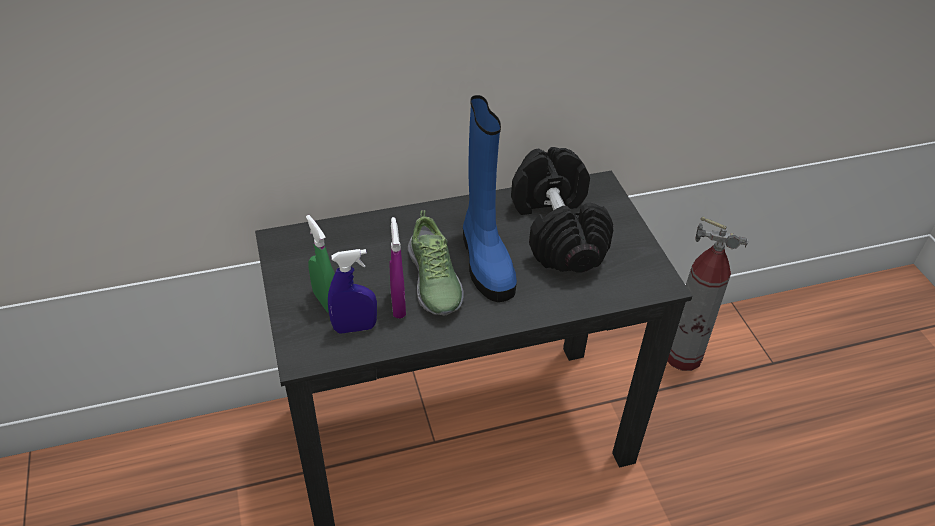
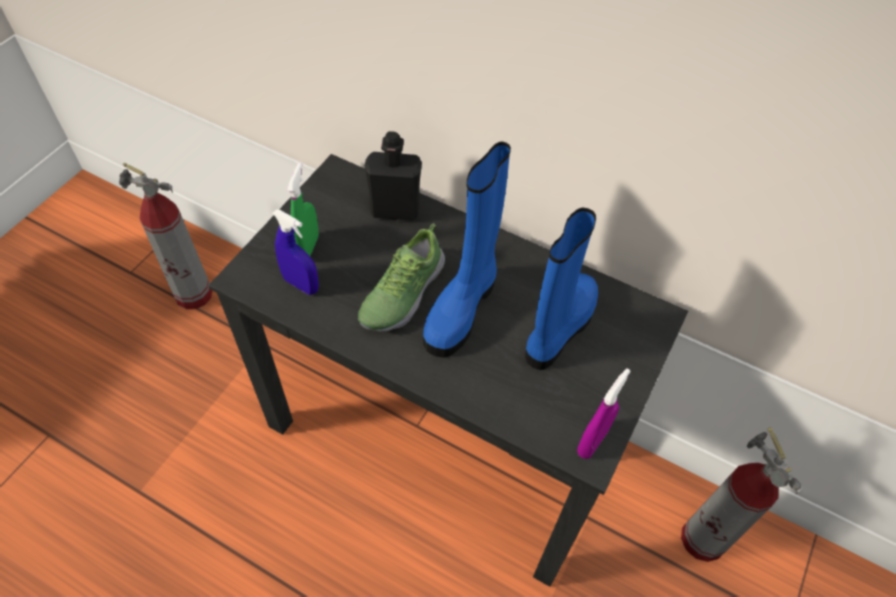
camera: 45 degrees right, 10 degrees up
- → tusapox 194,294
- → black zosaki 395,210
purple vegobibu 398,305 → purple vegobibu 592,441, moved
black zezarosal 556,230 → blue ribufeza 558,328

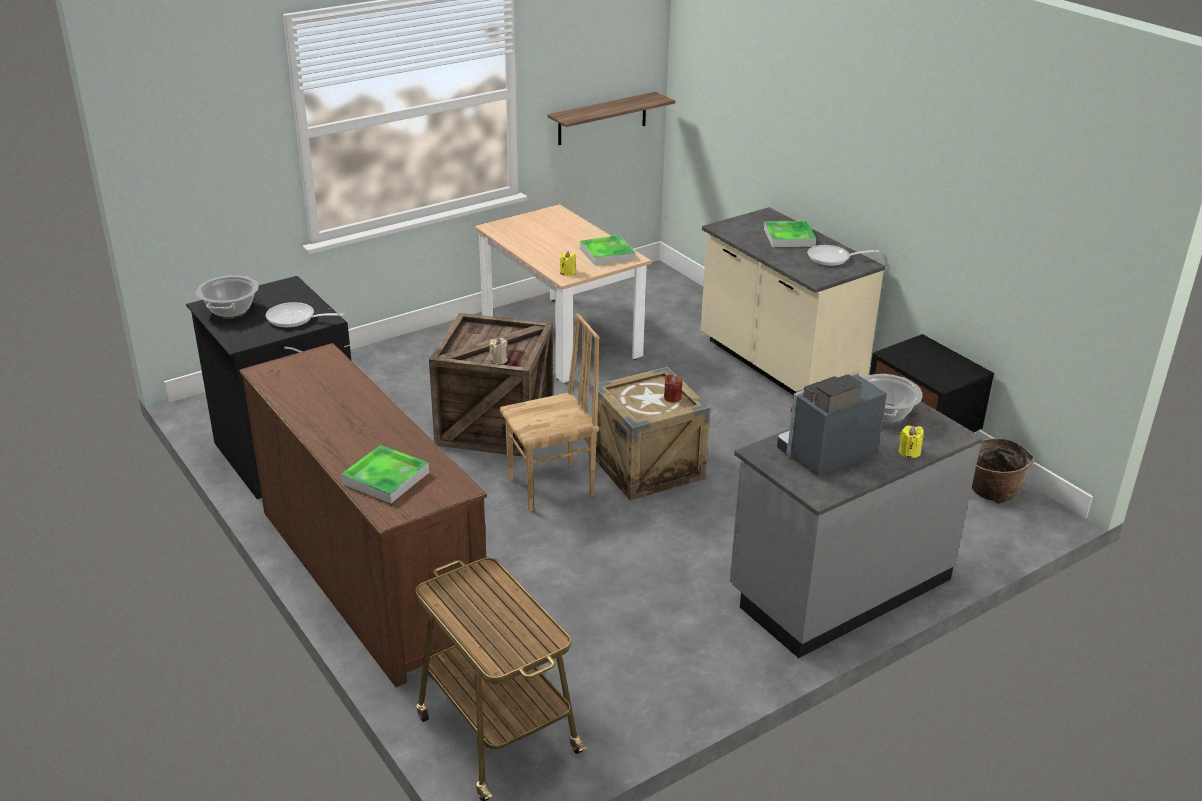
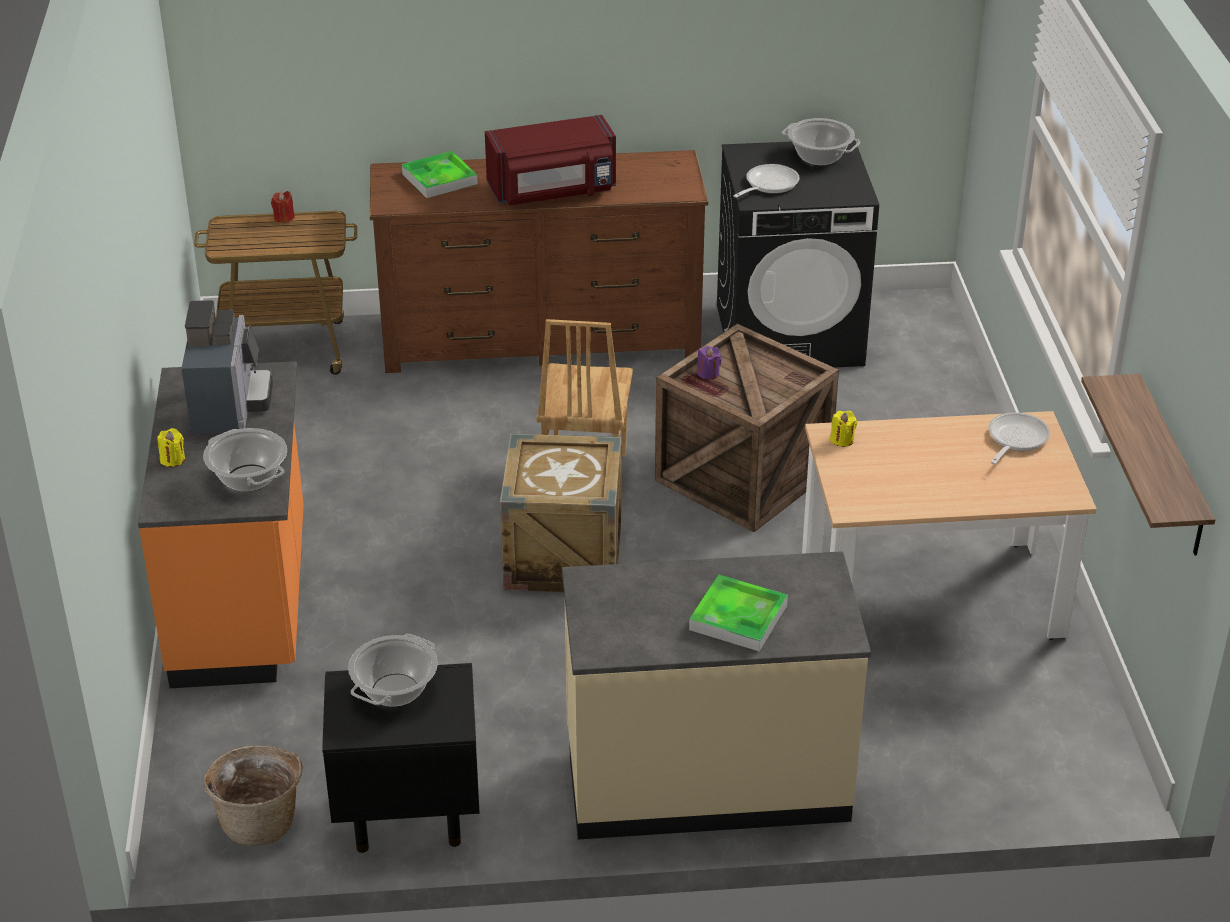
camera: 120 degrees right, 5 degrees up
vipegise 607,254 → -
- → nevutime 395,691
- → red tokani 553,191
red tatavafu 672,398 → red tatavafu 284,218, moved
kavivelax 832,258 → kavivelax 1015,439, moved
beige tatavafu 499,360 → purple tatavafu 708,373
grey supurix 838,586 → orange supurix 244,601

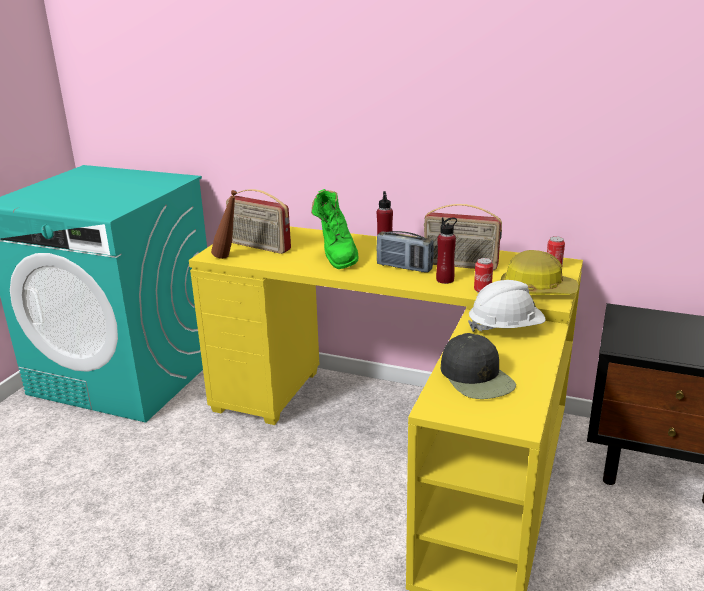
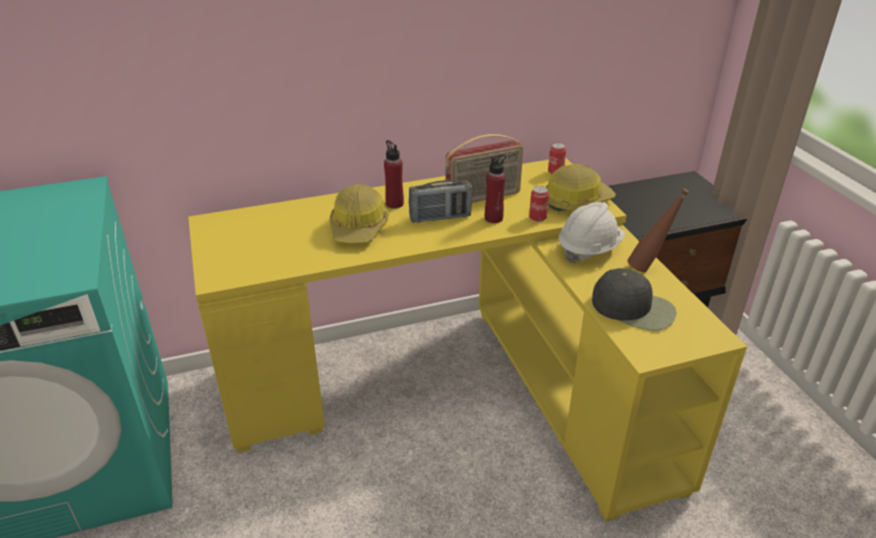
camera: 40 degrees left, 10 degrees up
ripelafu 259,246 → -
brown zosaki 228,258 → brown zosaki 649,267, moved
green ribufeza 337,256 → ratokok 359,228

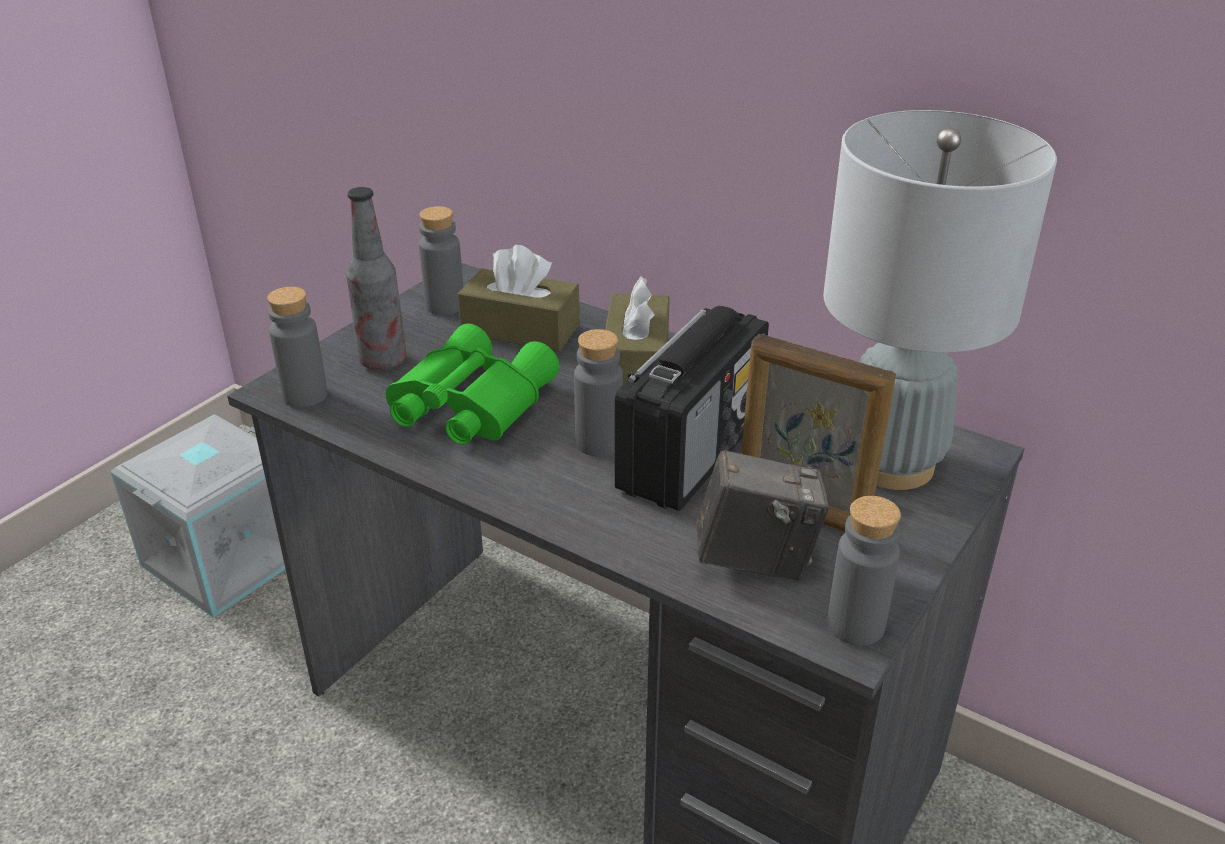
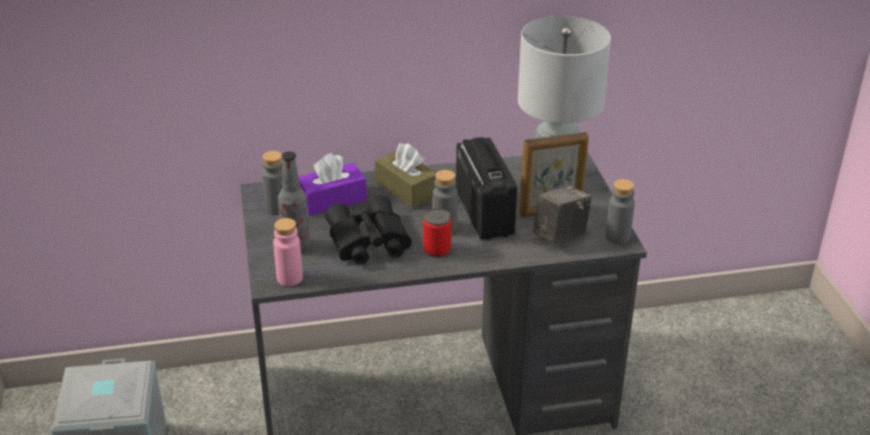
camera: 45 degrees left, 0 degrees up
- → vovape 437,250
grey zosaki 305,395 → pink zosaki 289,278
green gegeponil 467,404 → black gegeponil 367,242
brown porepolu 520,329 → purple porepolu 332,200

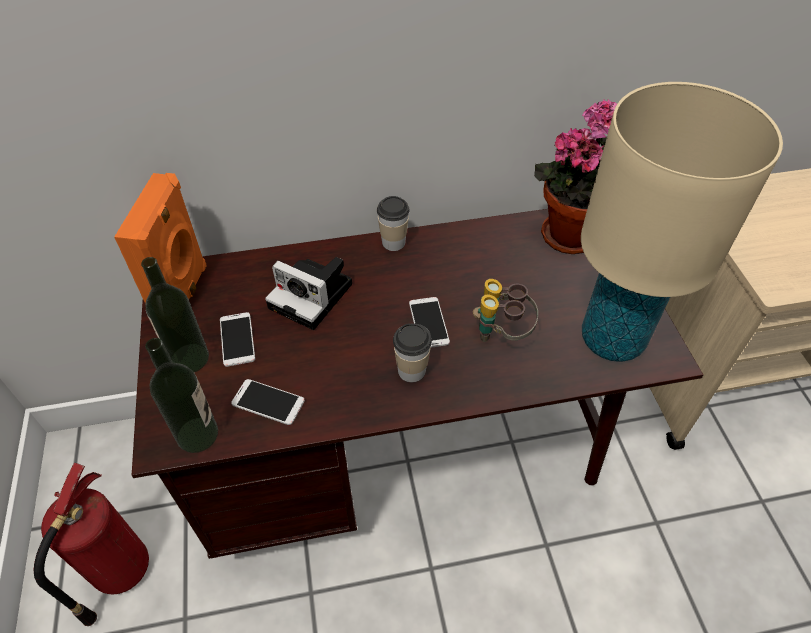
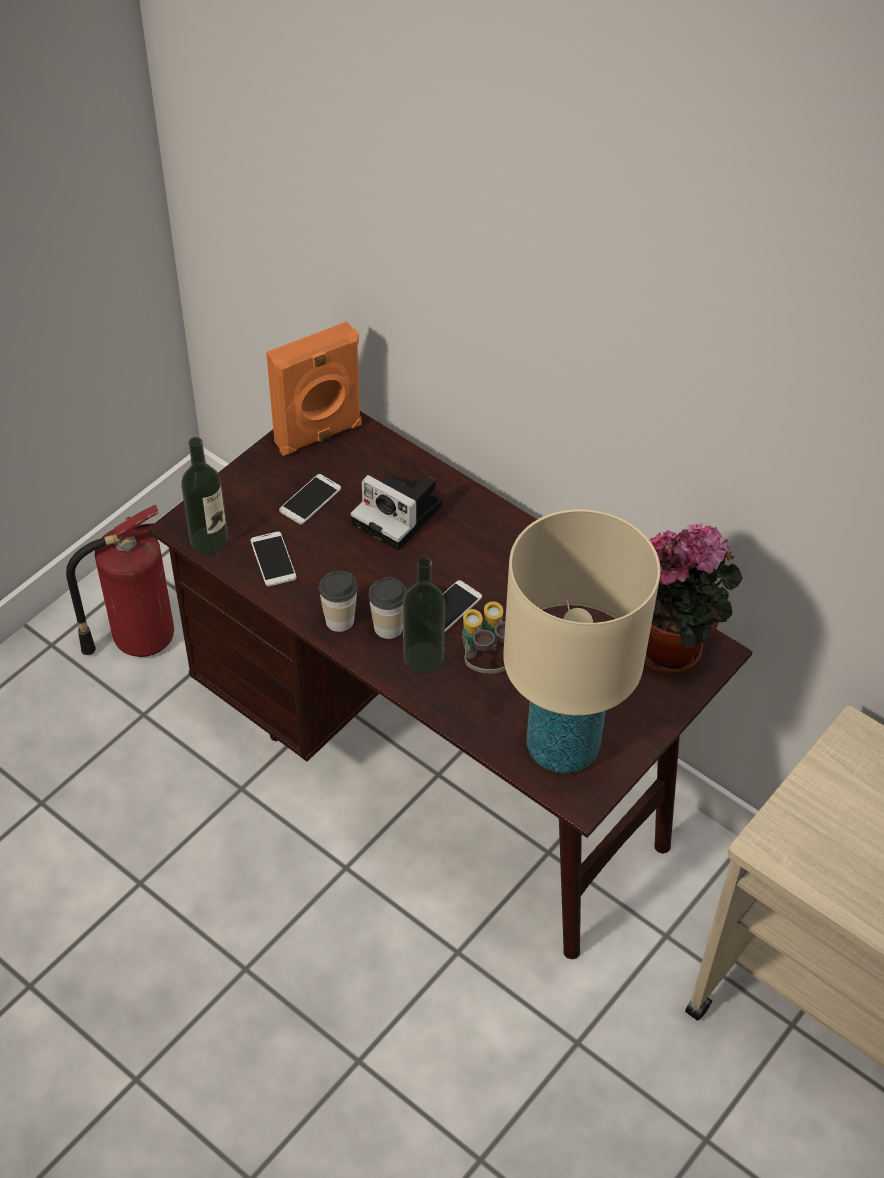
camera: 50 degrees right, 0 degrees up
zosaki 190,358 → zosaki 423,657, moved
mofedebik 393,242 → mofedebik 340,620, moved
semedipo 314,296 → semedipo 400,515, 45 degrees counterclockwise

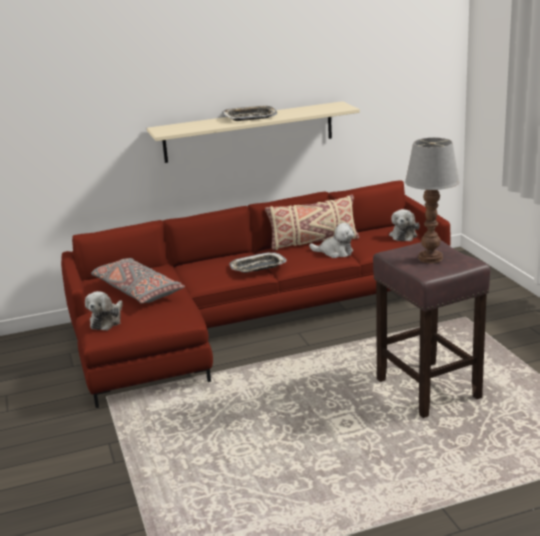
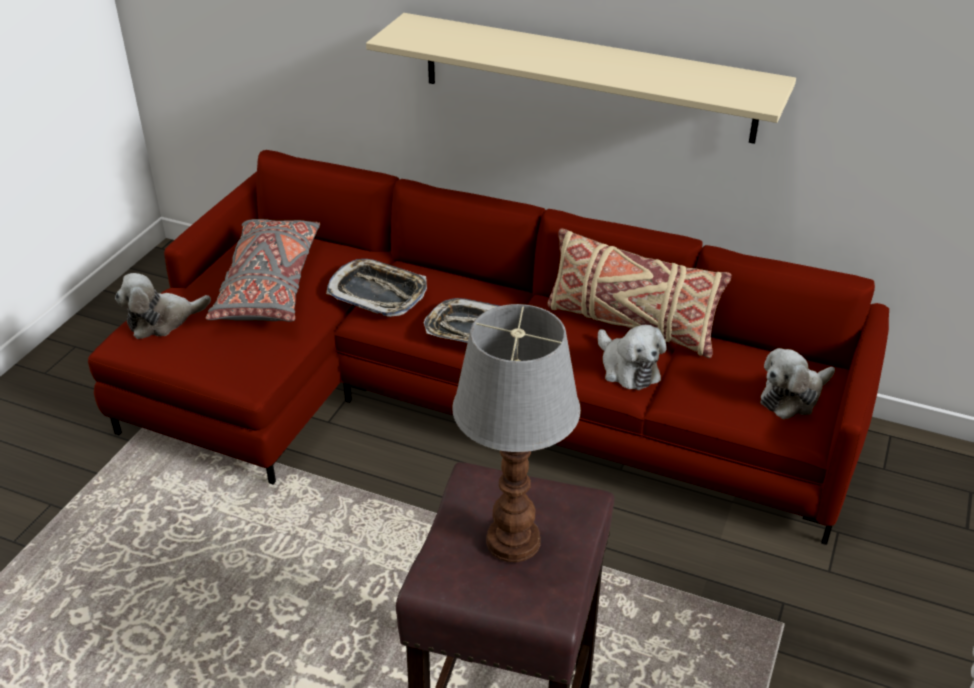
camera: 40 degrees right, 15 degrees up
vipegise 249,117 → vipegise 378,293, moved

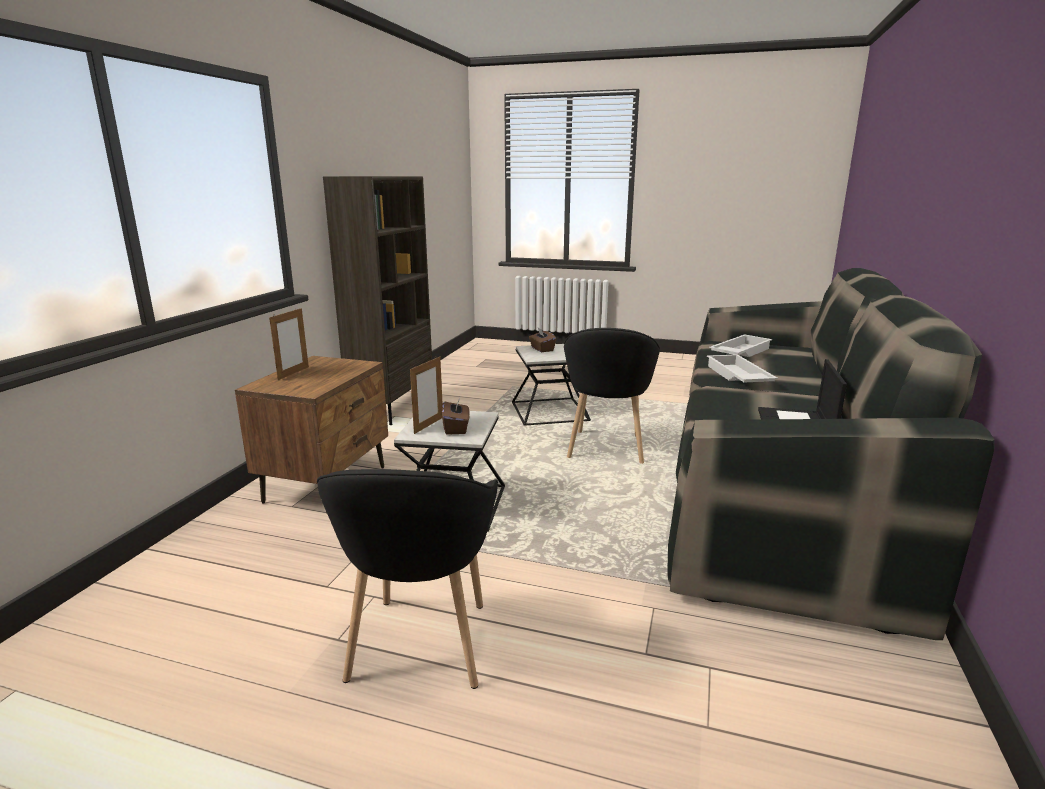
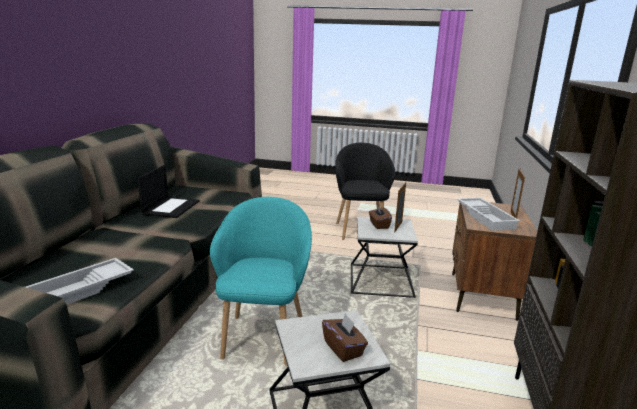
camera: 175 degrees right, 0 degrees up
white vipegise 737,376 → white vipegise 486,217, moved
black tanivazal 606,449 → turquoise tanivazal 263,337

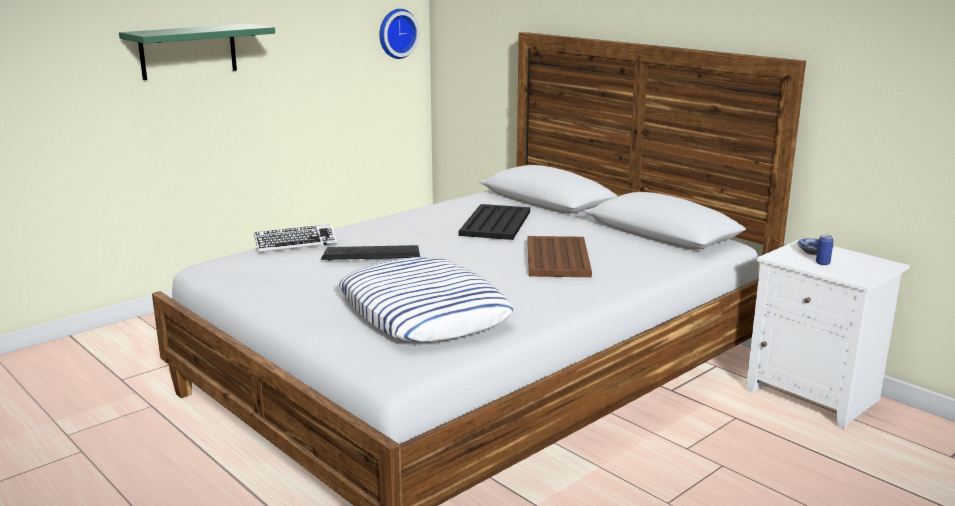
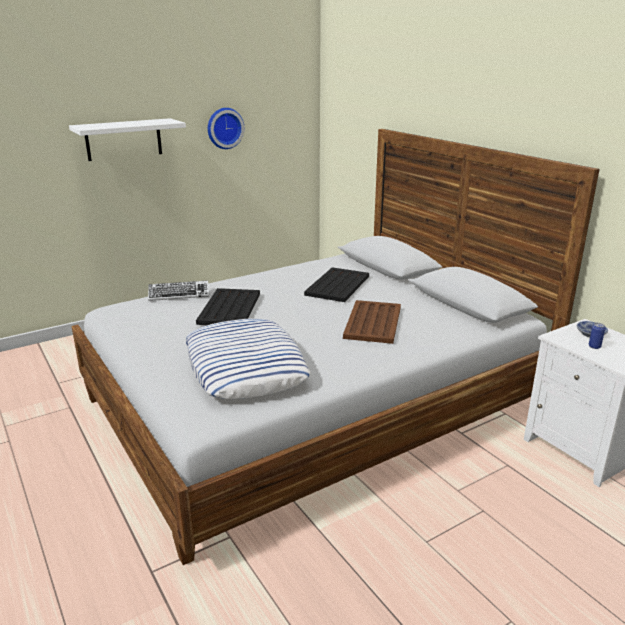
camera: 10 degrees right, 5 degrees up
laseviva 396,33 → laseviva 224,128, moved
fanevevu 371,254 → black vipegise 229,308
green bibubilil 188,51 → white bibubilil 124,139

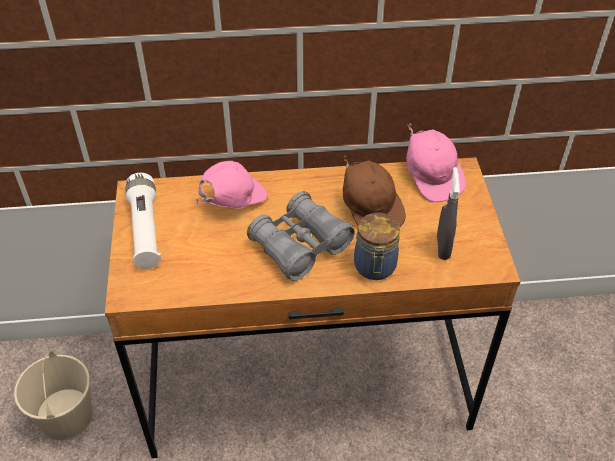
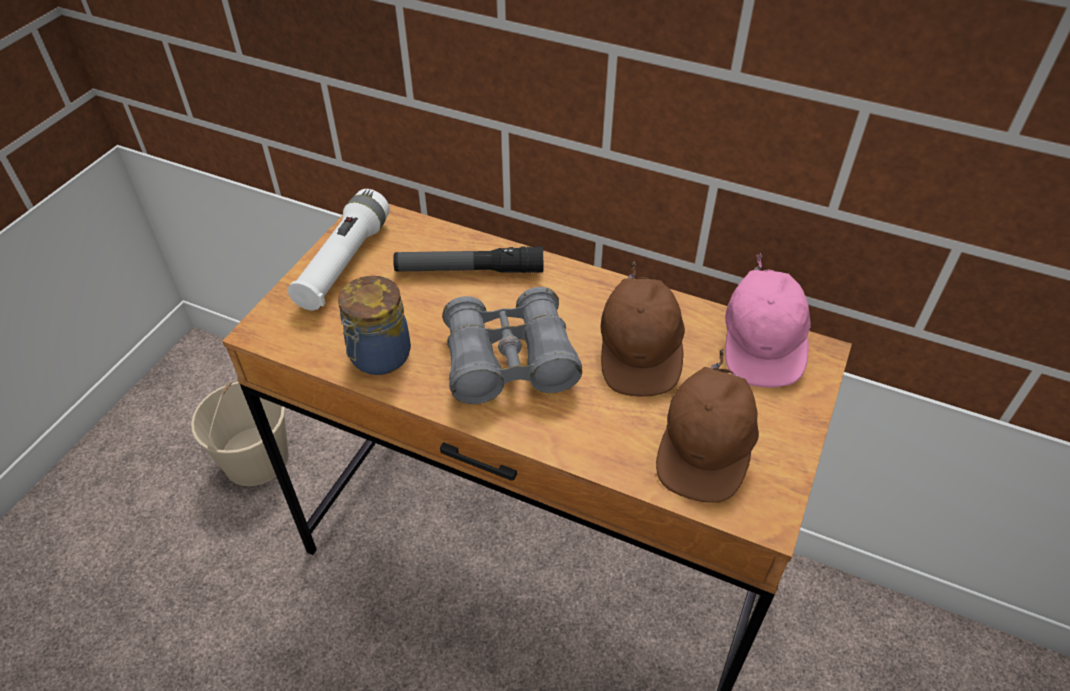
camera: 30 degrees right, 0 degrees up
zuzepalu 375,267 → zuzepalu 378,357, moved
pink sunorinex 232,201 → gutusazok 469,270
grey vegobibu 443,247 → brown sunorinex 705,450

